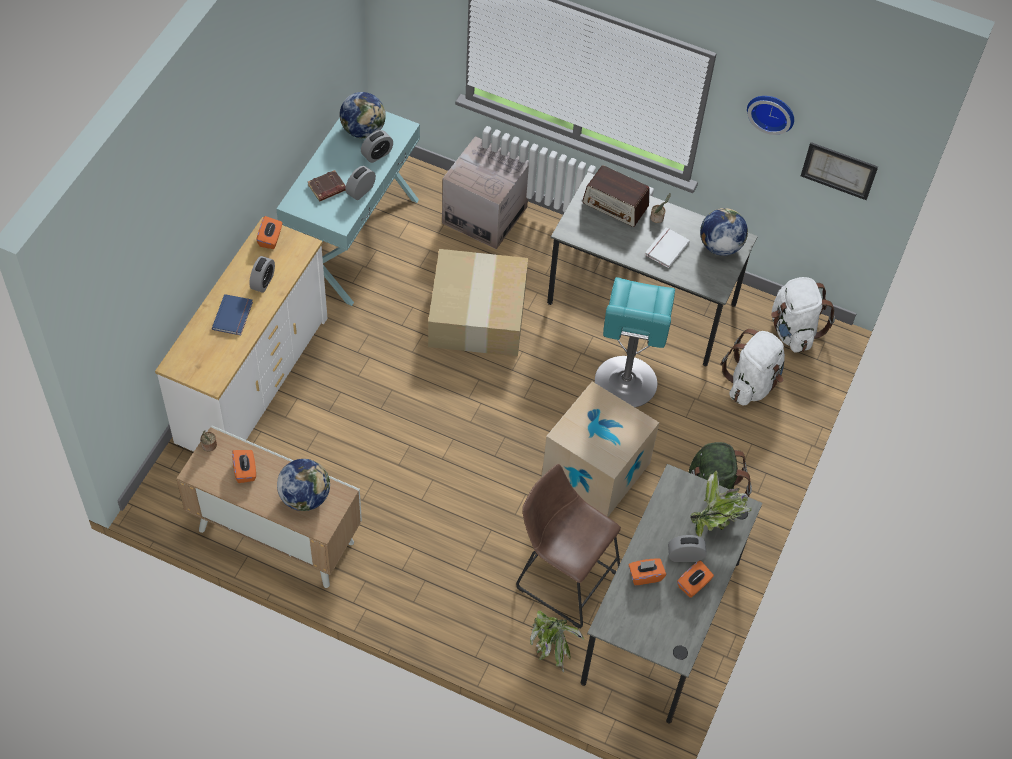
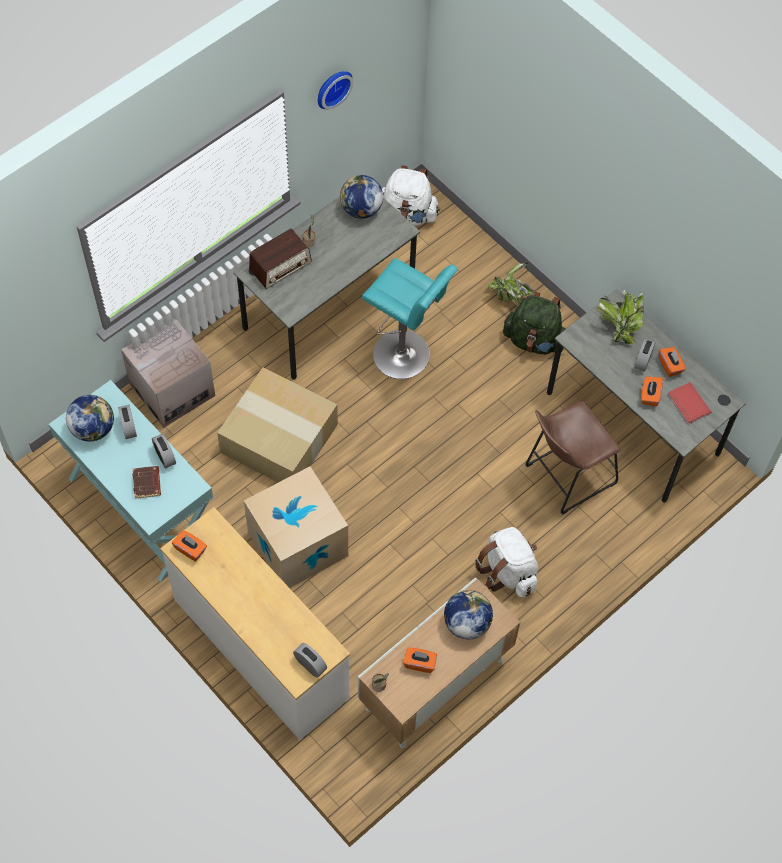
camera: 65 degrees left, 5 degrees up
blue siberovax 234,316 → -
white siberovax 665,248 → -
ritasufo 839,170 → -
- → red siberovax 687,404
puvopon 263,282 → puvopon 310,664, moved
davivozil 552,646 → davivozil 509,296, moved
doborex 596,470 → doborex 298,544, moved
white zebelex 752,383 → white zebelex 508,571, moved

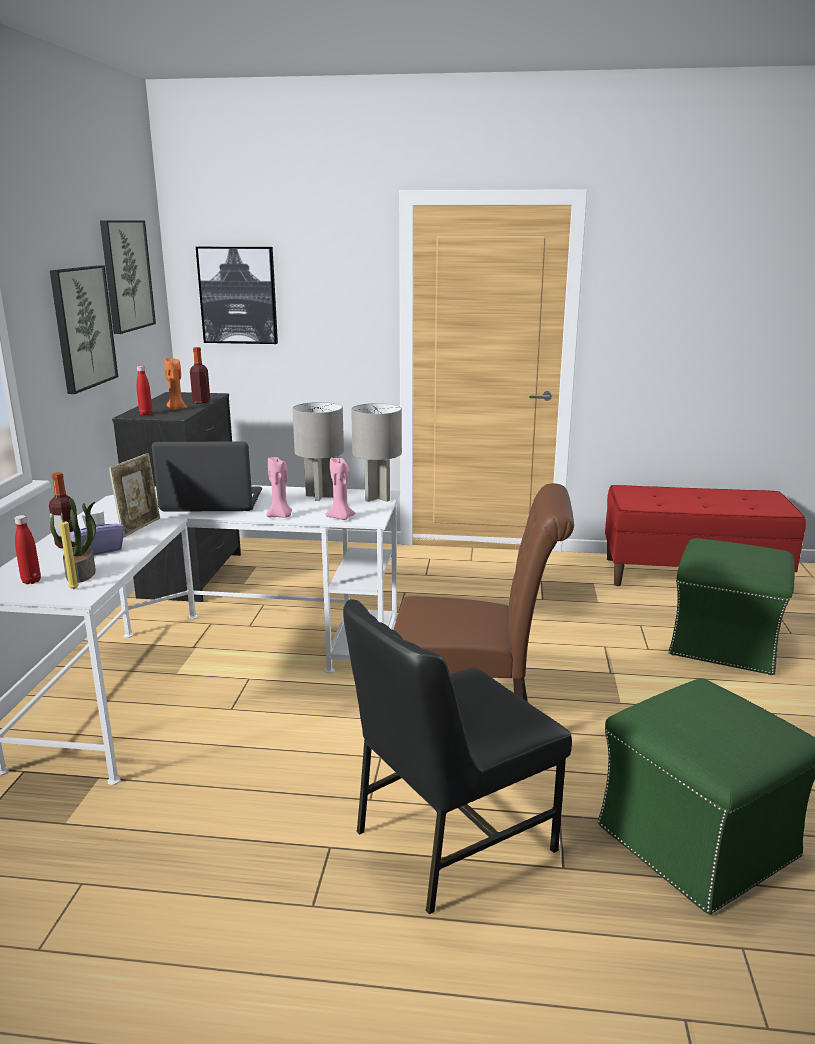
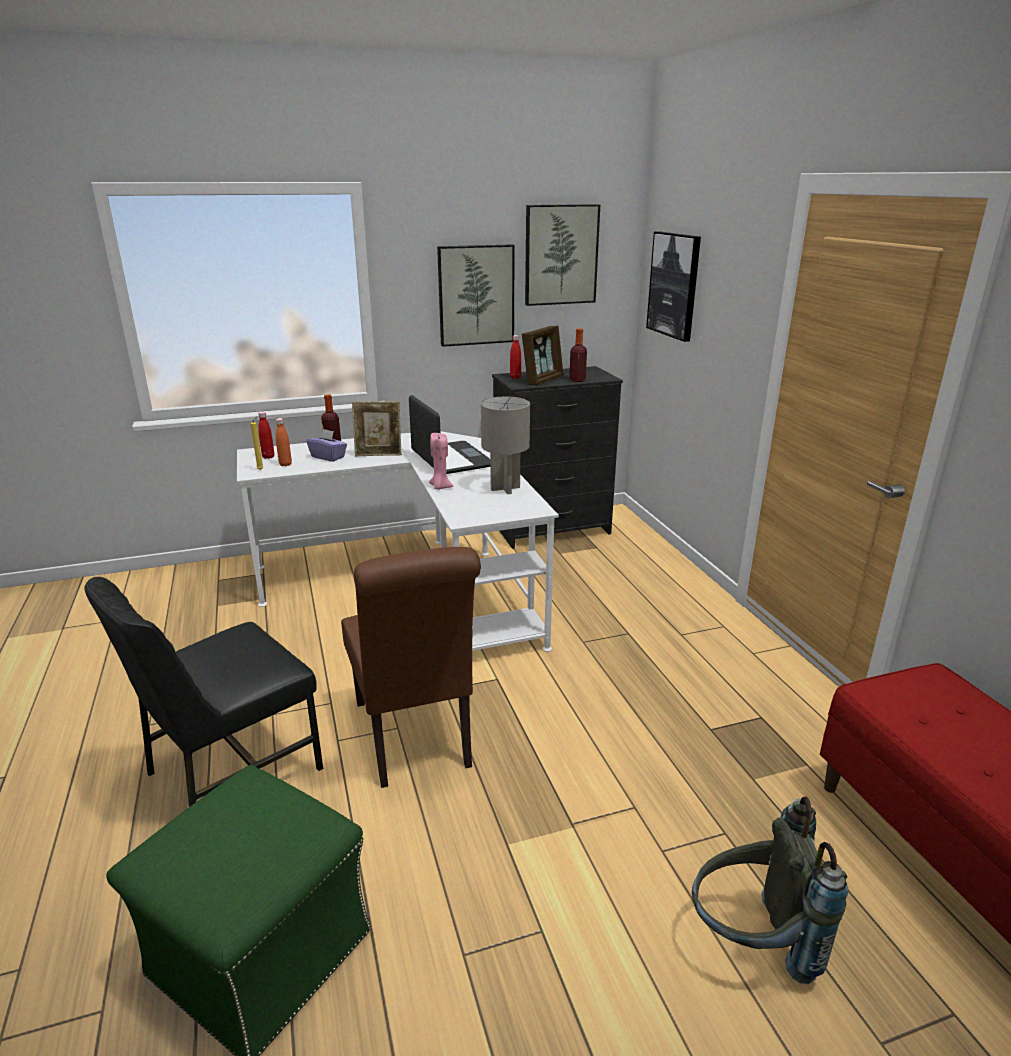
camera: 65 degrees right, 5 degrees up
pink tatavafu 341,517 → -
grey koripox 377,497 → -
davivozil 81,574 → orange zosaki 285,464
orange tatavafu 176,409 → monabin 542,380
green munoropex 725,644 → grey zebelex 751,942
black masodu 450,839 → black masodu 230,770, 75 degrees counterclockwise

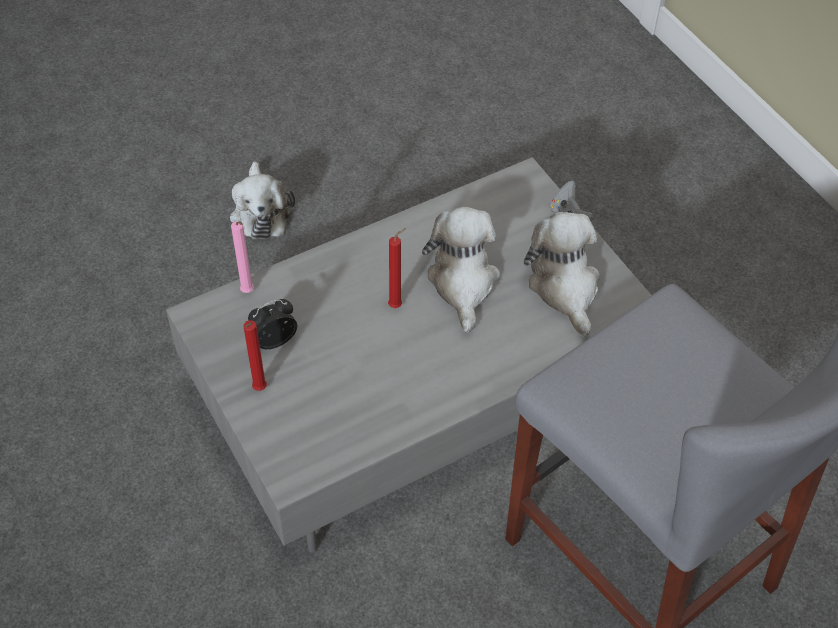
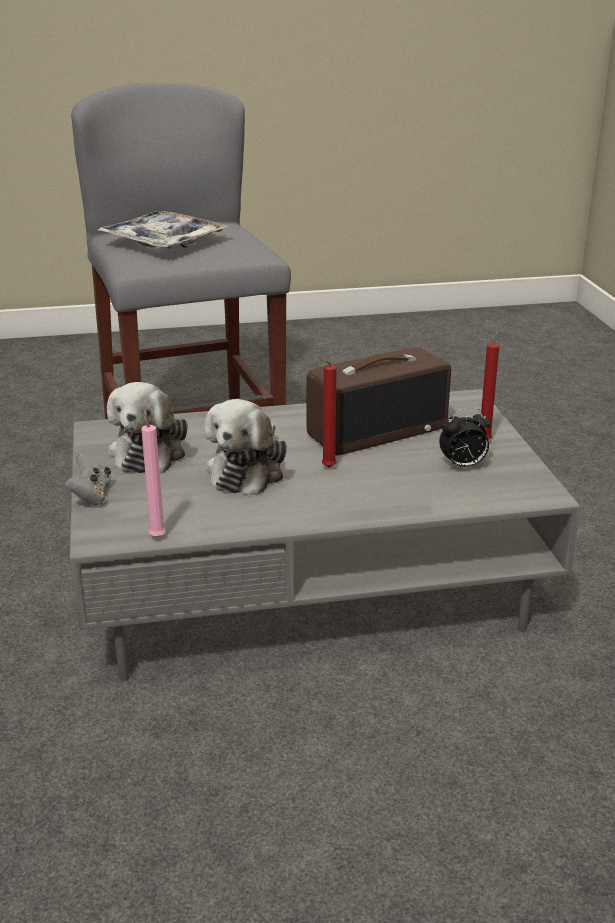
camera: 160 degrees left, 25 degrees down
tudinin 261,212 → -
- → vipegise 163,242
- → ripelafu 377,431
pink tatavafu 248,292 → pink tatavafu 157,536, moved

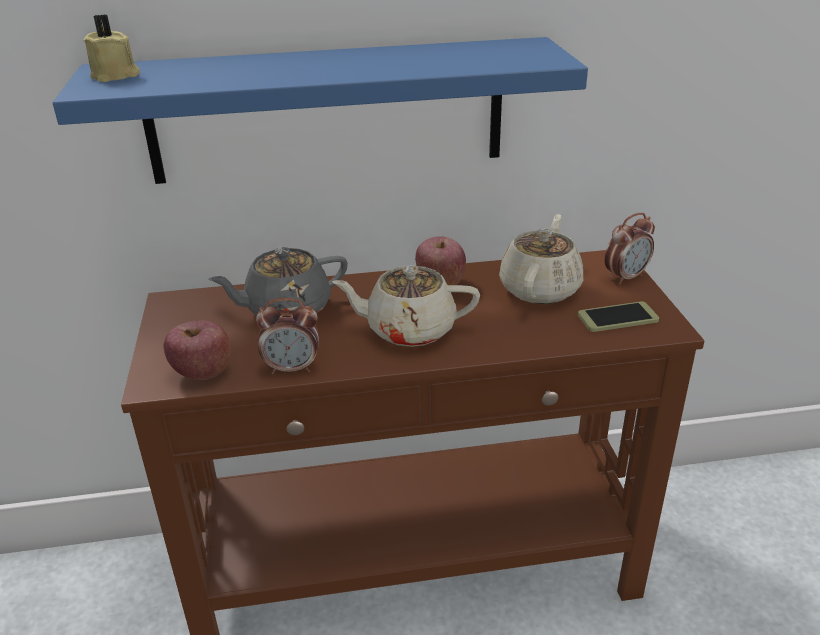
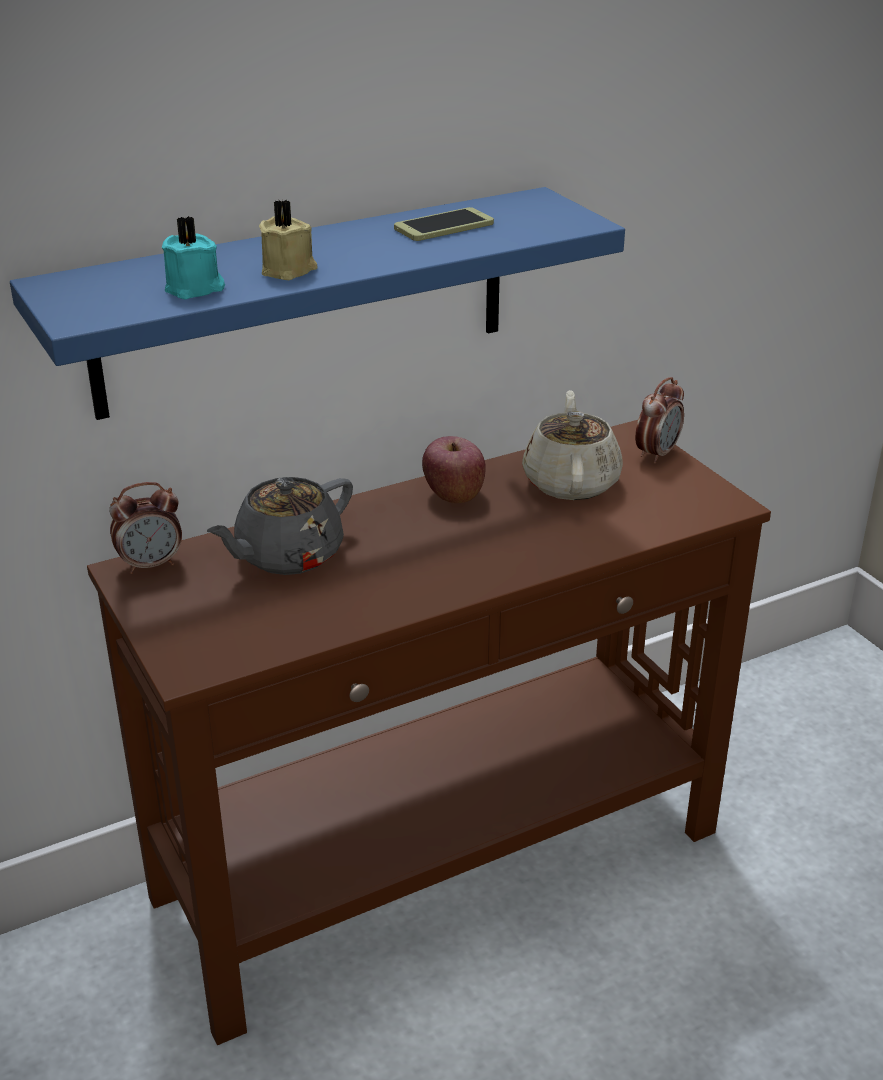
camera: 20 degrees left, 0 degrees up
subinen 203,373 → -
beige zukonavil 409,329 → -
- → turquoise tatavafu 195,289
beige tatavafu 116,76 → beige tatavafu 289,270, moved
puvopon 292,368 → puvopon 151,564, moved
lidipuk 617,318 → lidipuk 444,226, moved

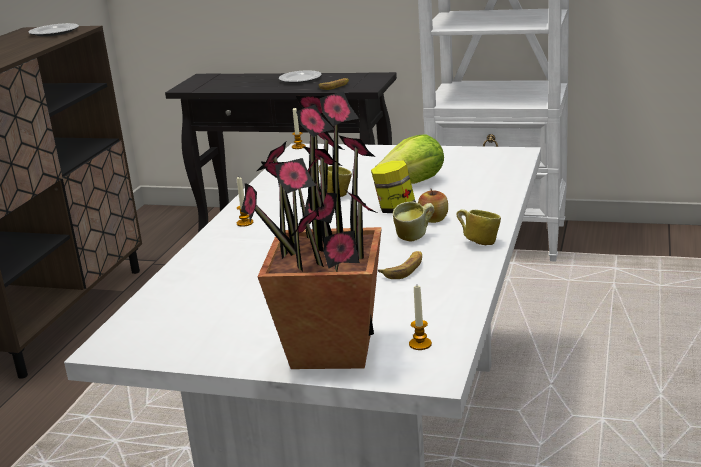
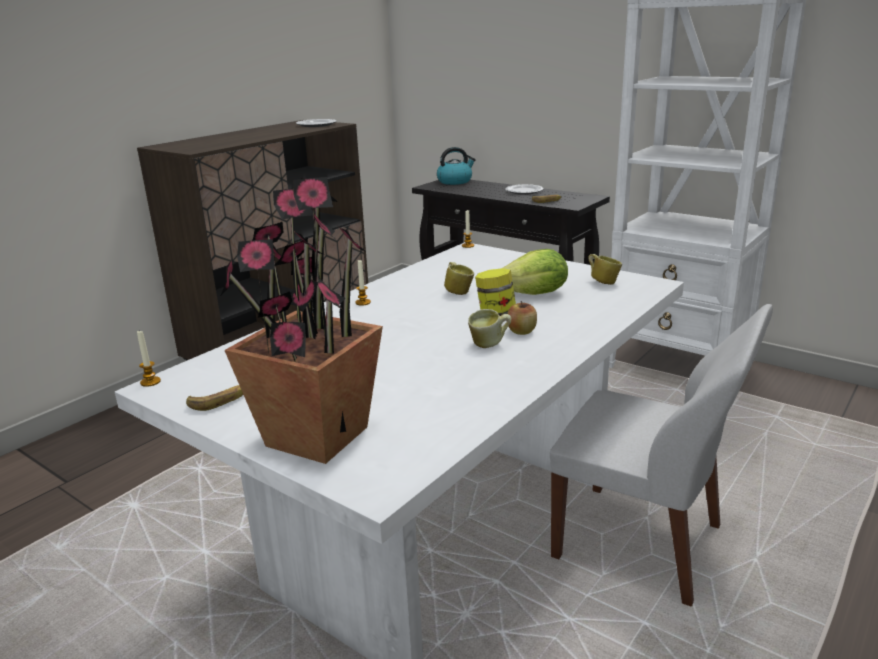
camera: 20 degrees right, 0 degrees up
- → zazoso 455,181
- → white masodu 643,543
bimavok 404,269 → bimavok 219,401, moved
tatavafu 420,344 → tatavafu 150,382, moved
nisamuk 478,242 → nisamuk 602,282, moved

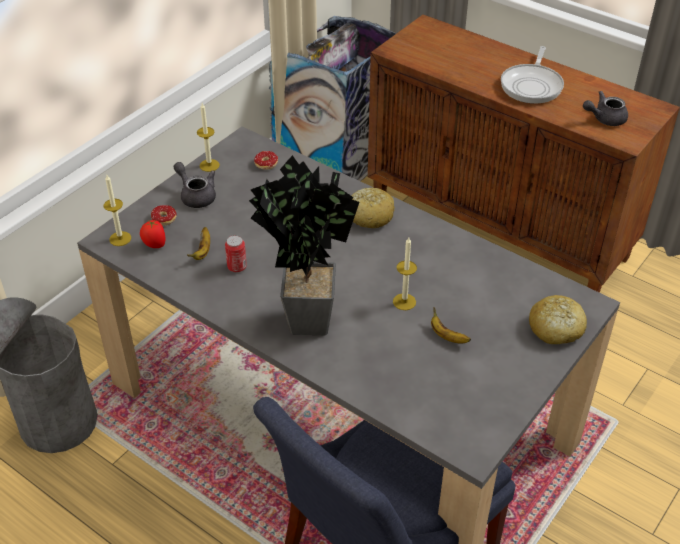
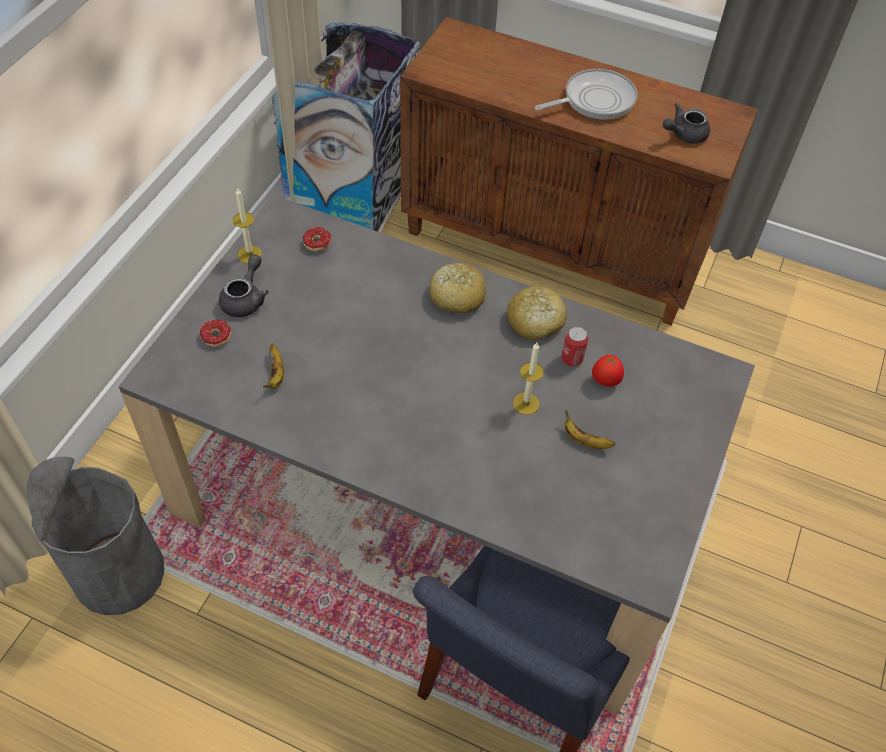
camera: 15 degrees left, 10 degrees up
tatavafu 120,238 → -
davivozil 302,318 → -
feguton 154,245 → feguton 605,381, moved
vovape 237,267 → vovape 572,359, moved
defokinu 555,328 → defokinu 535,321, moved
grey zukonavil 196,195 → grey zukonavil 246,299, 75 degrees clockwise
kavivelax 532,85 → kavivelax 594,100, 120 degrees counterclockwise

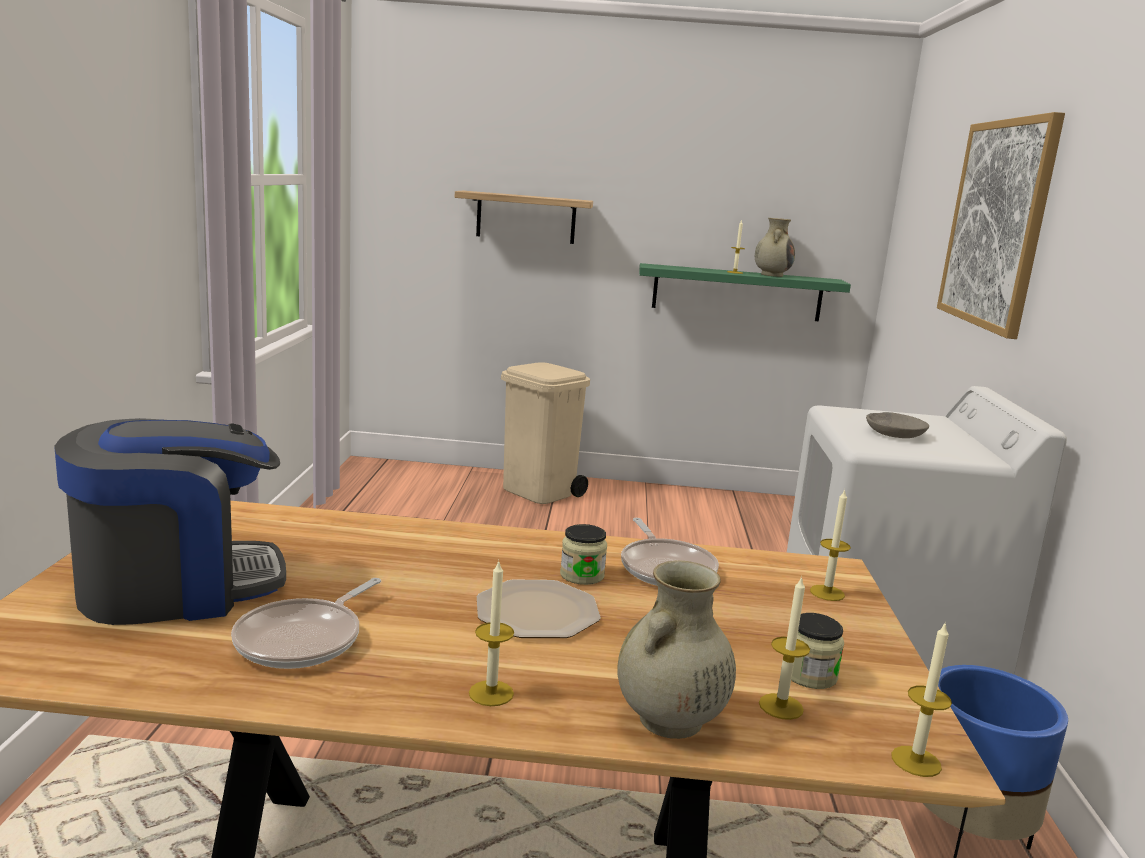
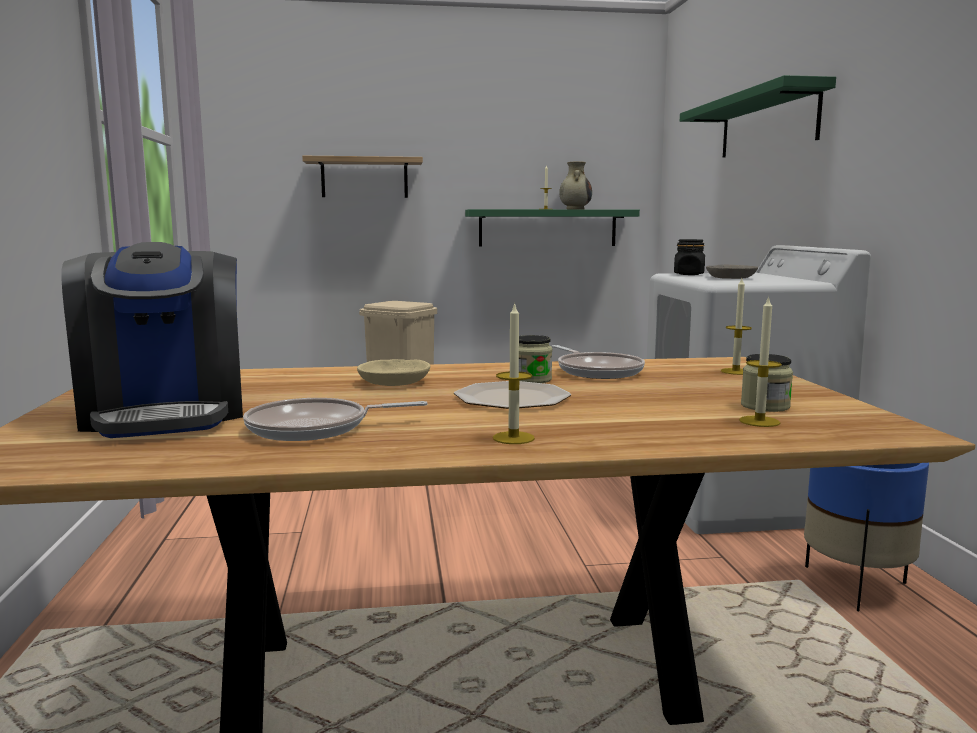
camera: 10 degrees left, 5 degrees down
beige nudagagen 669,721 → -
tatavafu 916,761 → -
- → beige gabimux 395,382
- → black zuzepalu 689,274
ritasufo 997,224 → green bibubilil 767,124
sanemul 177,587 → sanemul 165,414, 105 degrees clockwise
kavivelax 304,639 → kavivelax 315,428, 60 degrees clockwise

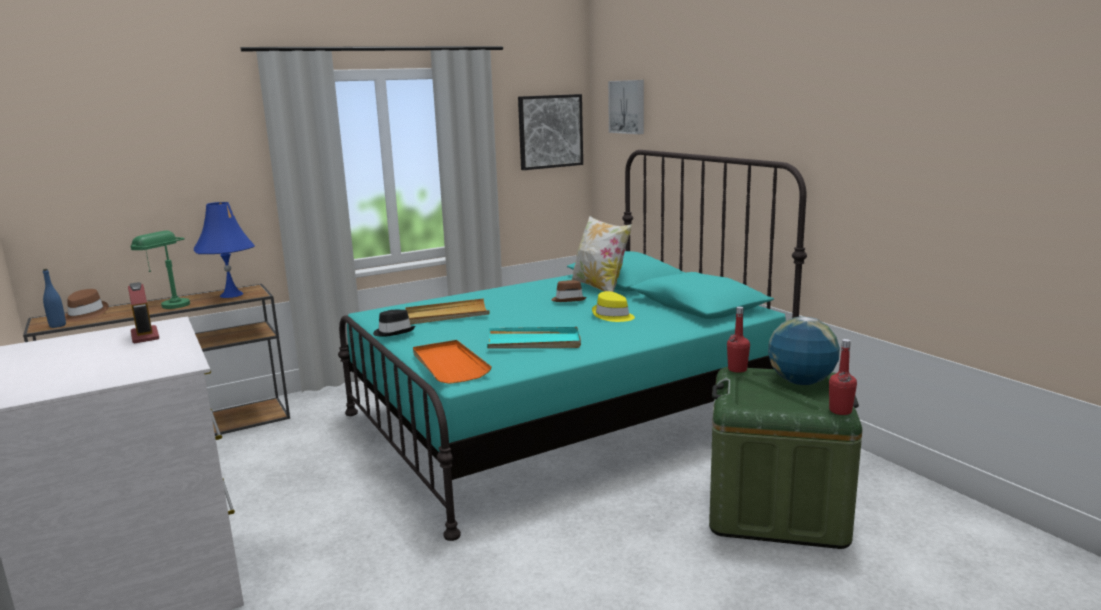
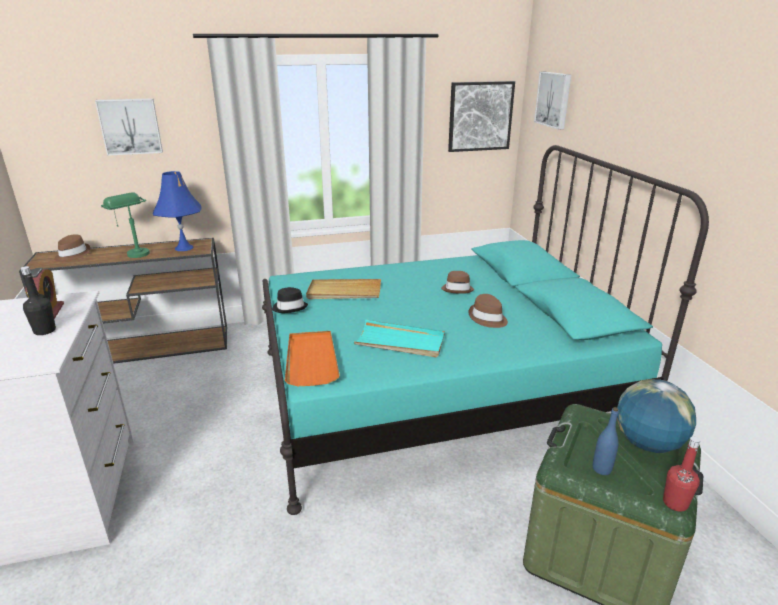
camera: 15 degrees right, 10 degrees up
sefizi 600,288 → -
red zosaki 737,369 → -
- → black zosaki 45,331
- → ritasufo 130,126
blue zosaki 57,326 → blue zosaki 601,469, moved
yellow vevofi 613,316 → brown vevofi 487,318

